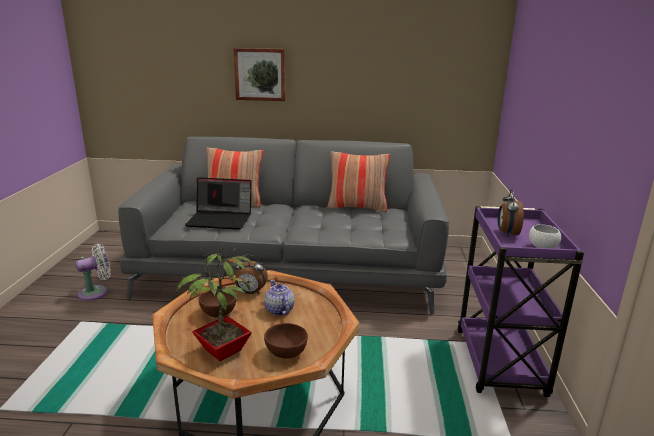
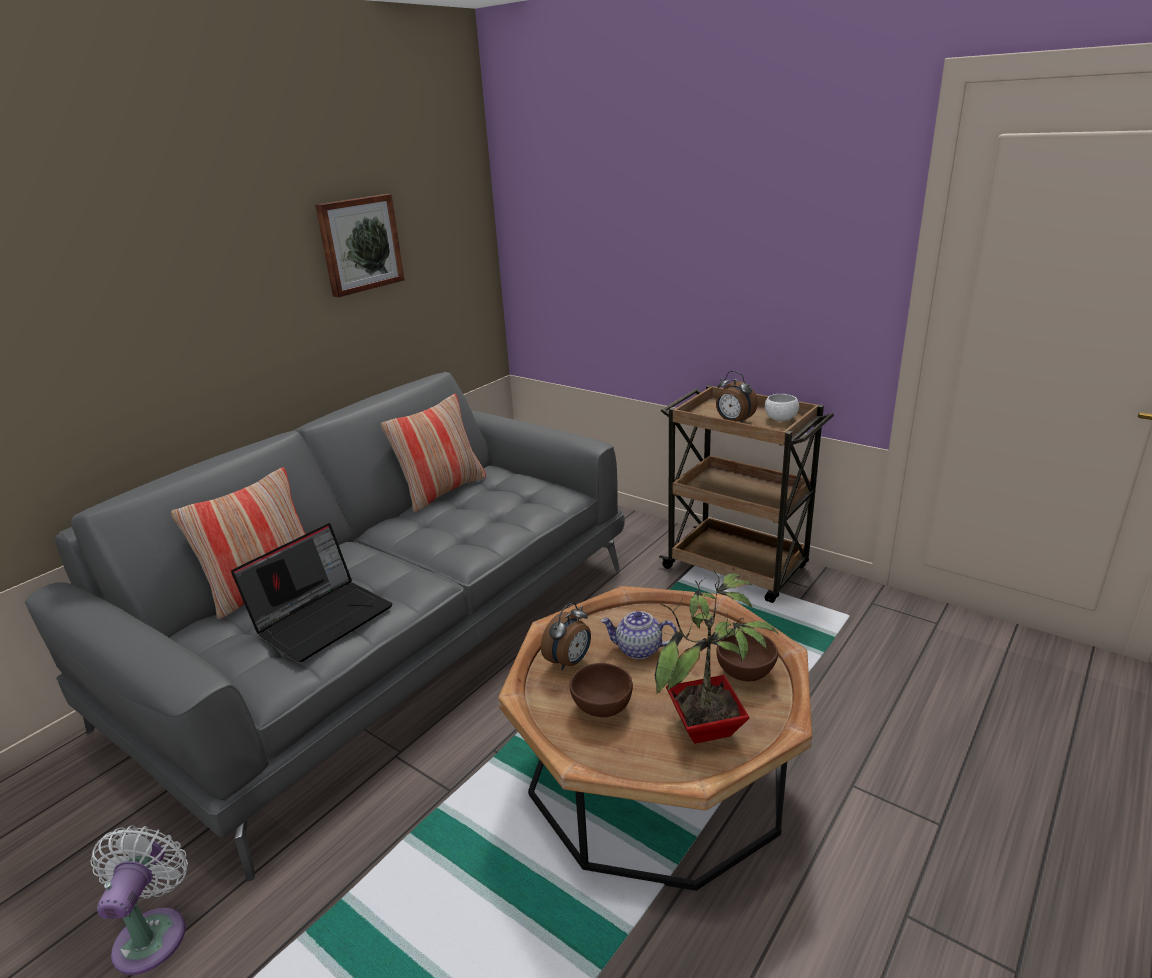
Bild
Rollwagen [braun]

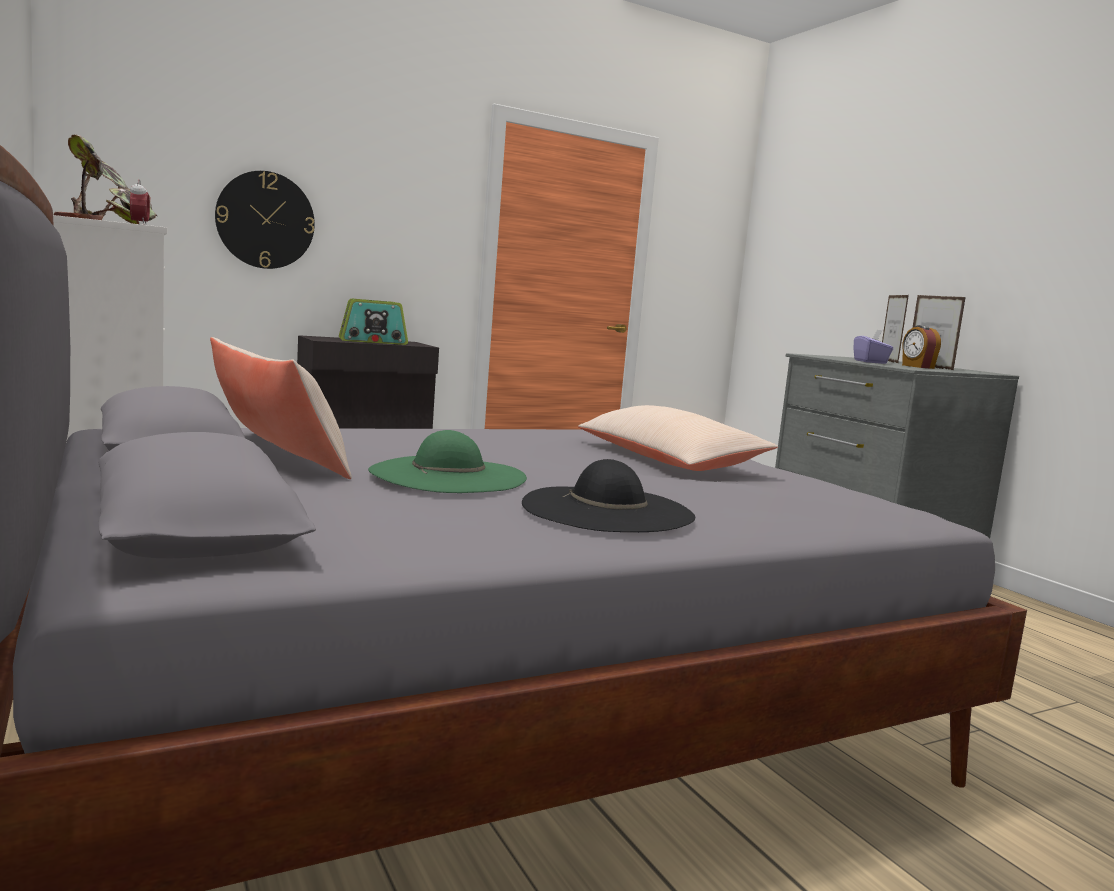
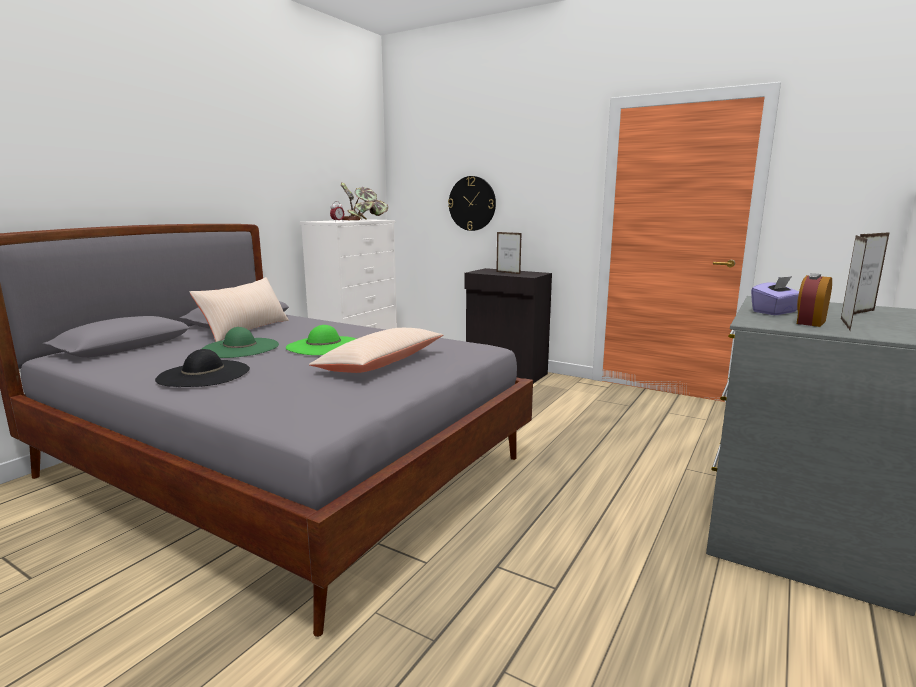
Bilderrahmen (no. 1 from left)
Hut [grün] (no. 2 from left)

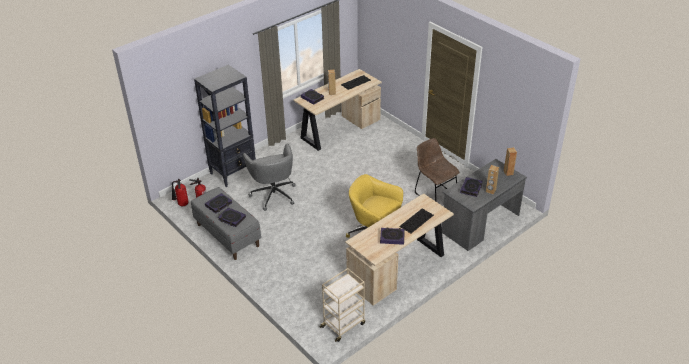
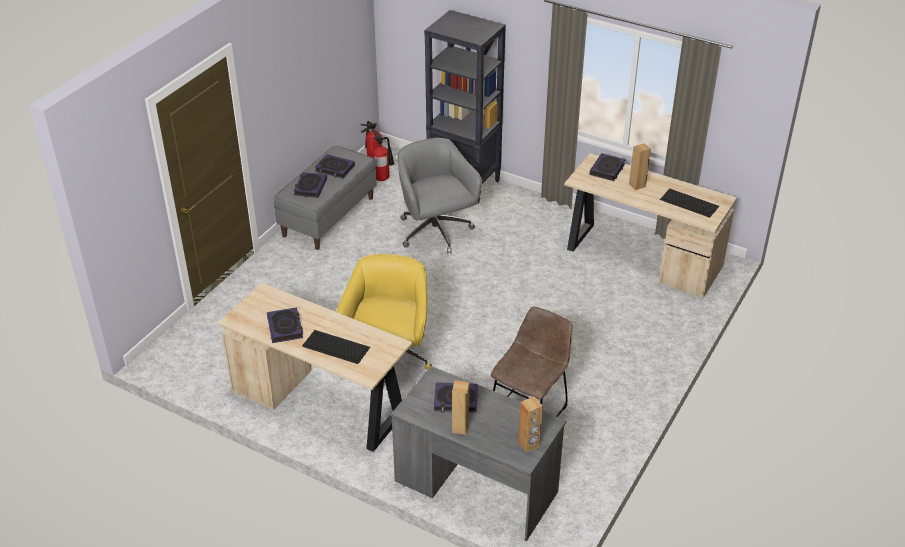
Bürostuhl [grau]
Rollwagen [beige]

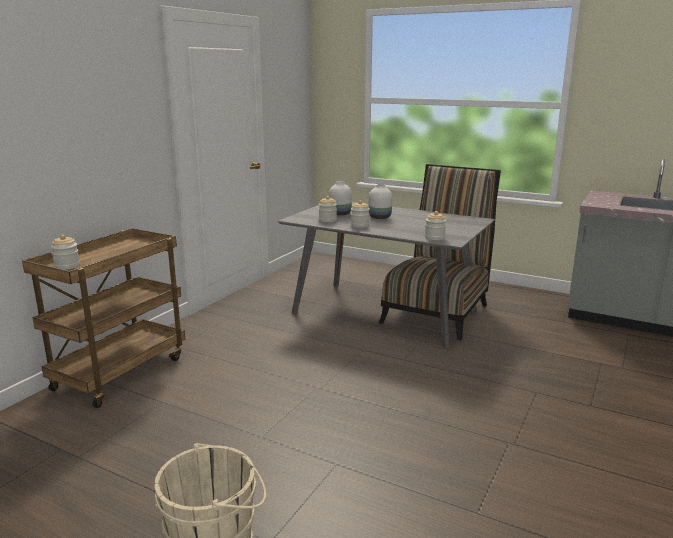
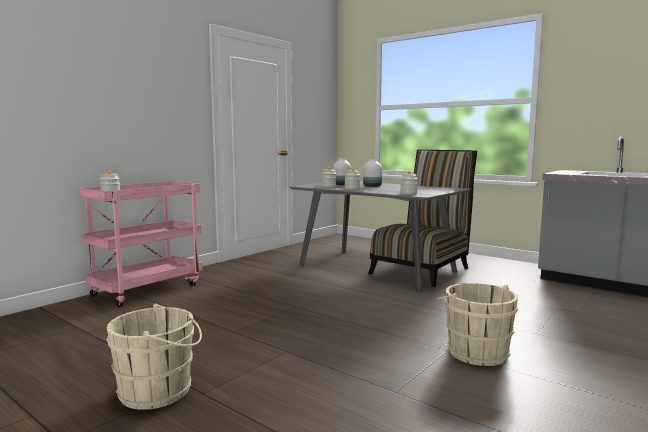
Rollwagen [rosa]
Eimer [beige] (no. 2 from left)

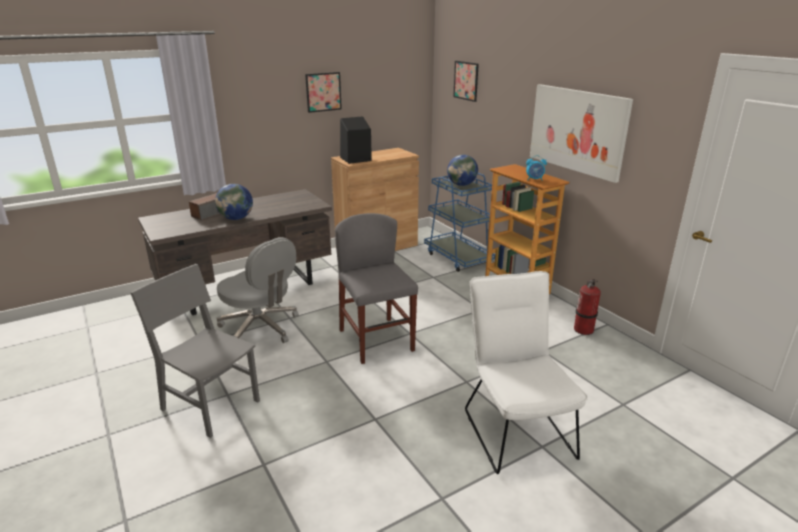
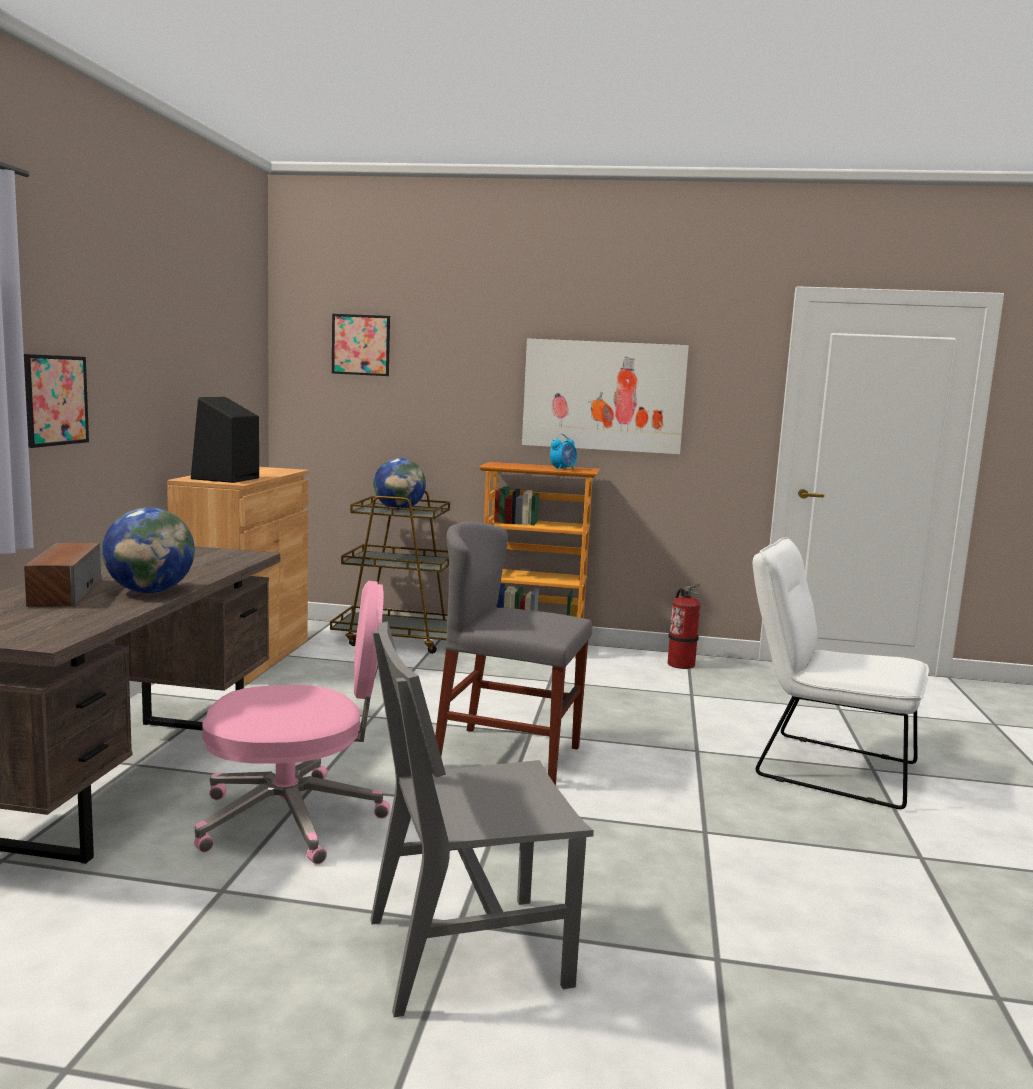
Bild (no. 1 from left)
Rollwagen [braun]
Bürostuhl [rosa]

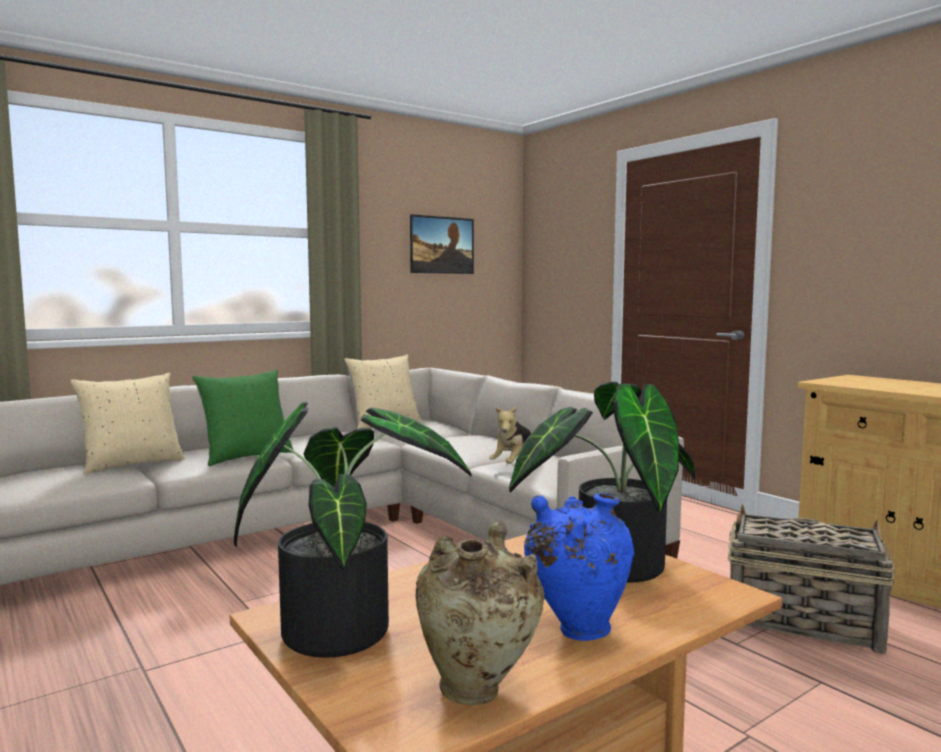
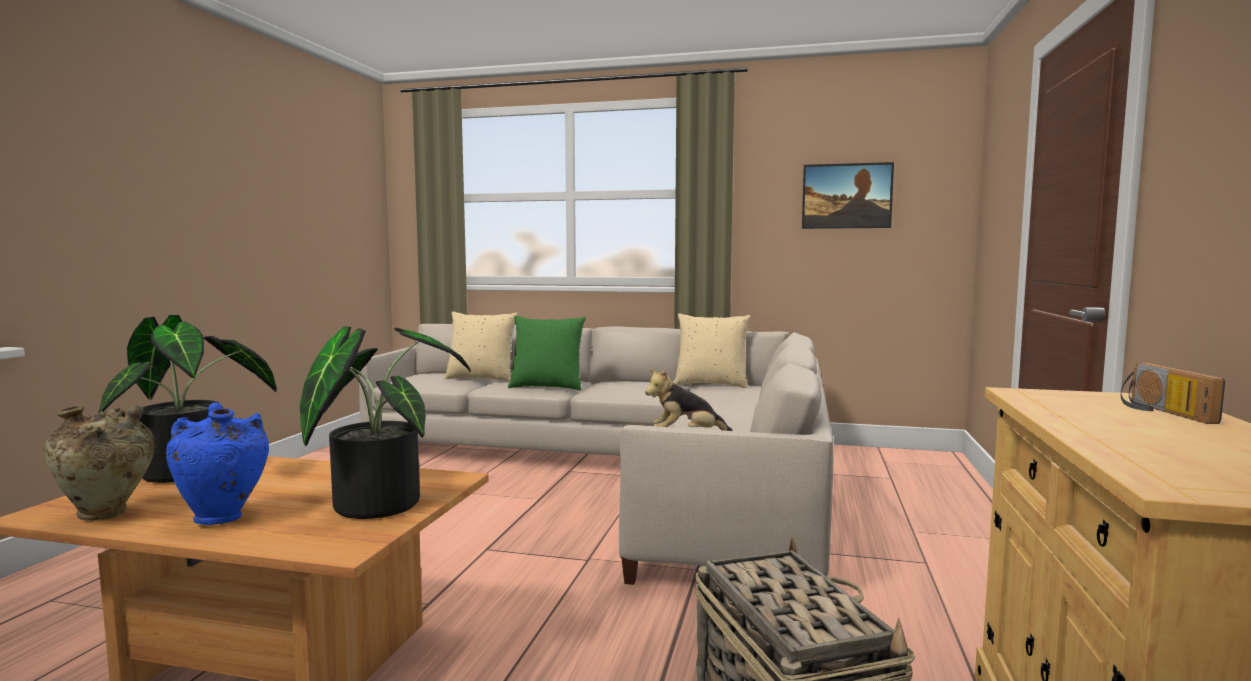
Radio

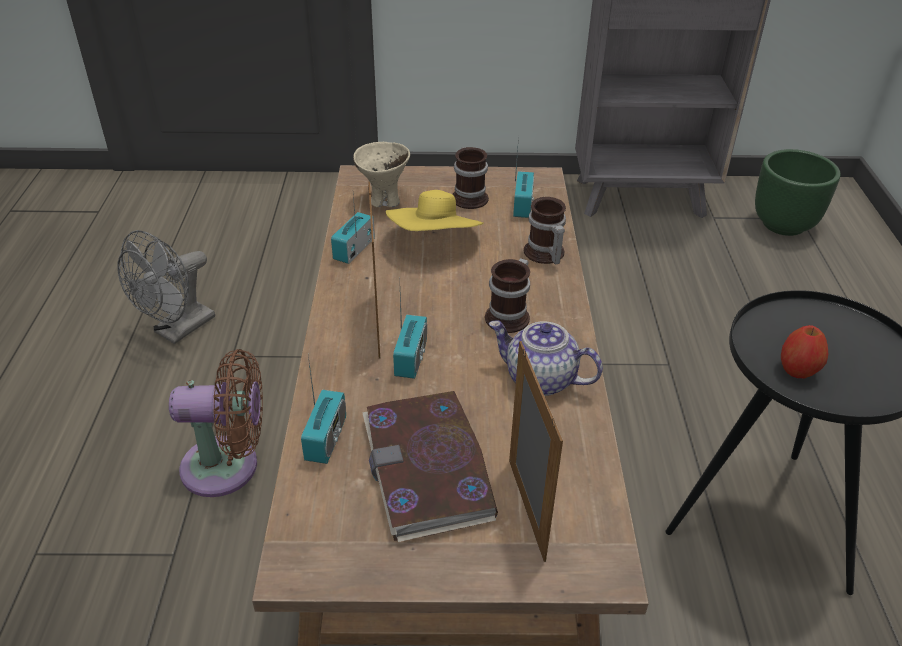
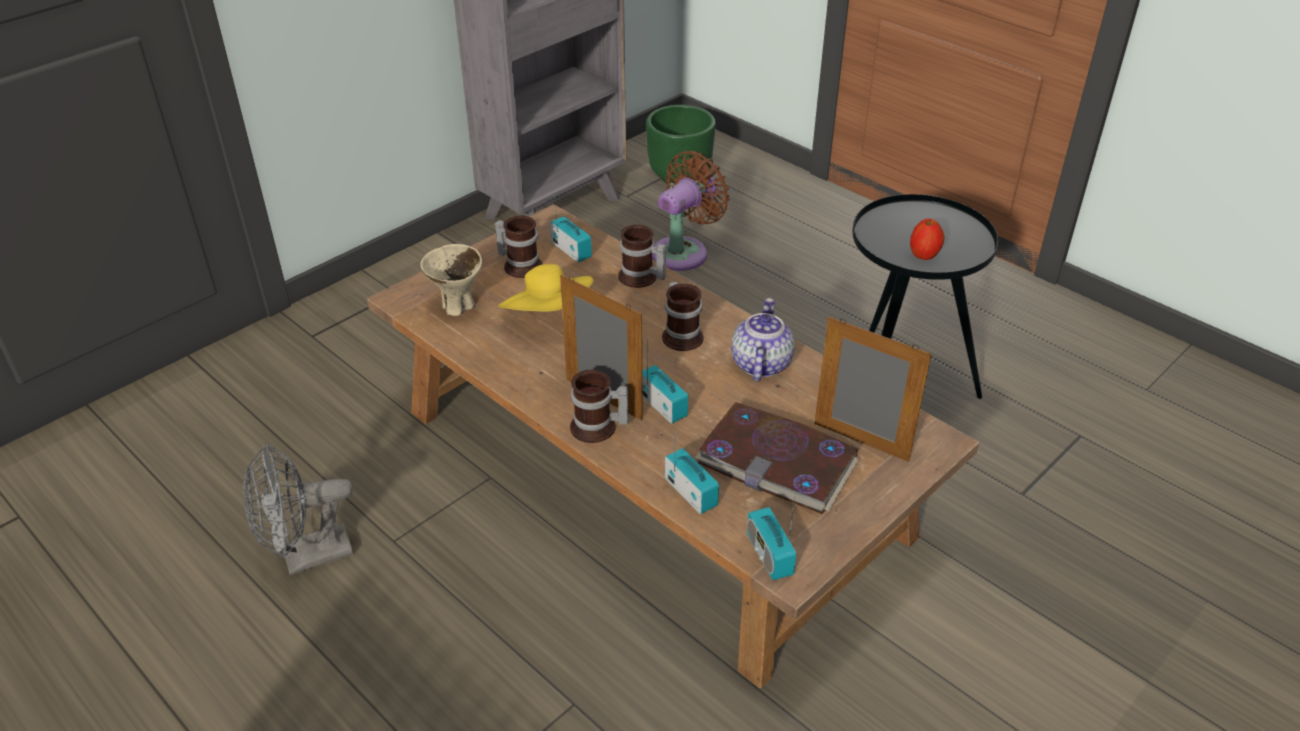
Radio (no. 4 from left)
Ventilator [grau]
Teekanne
Ventilator [braun]
Henkelbecher (no. 2 from left)

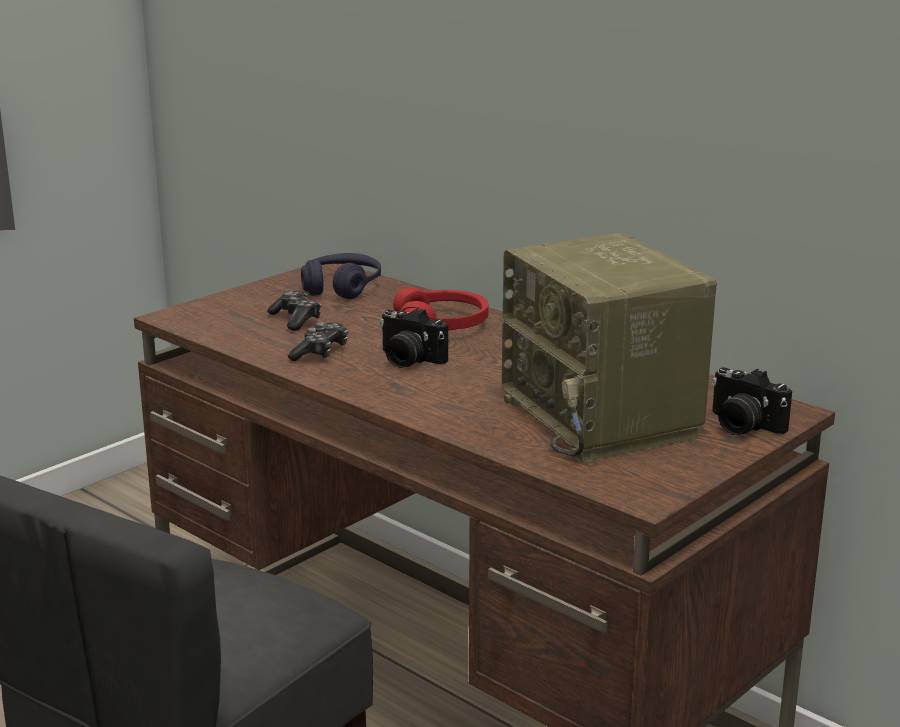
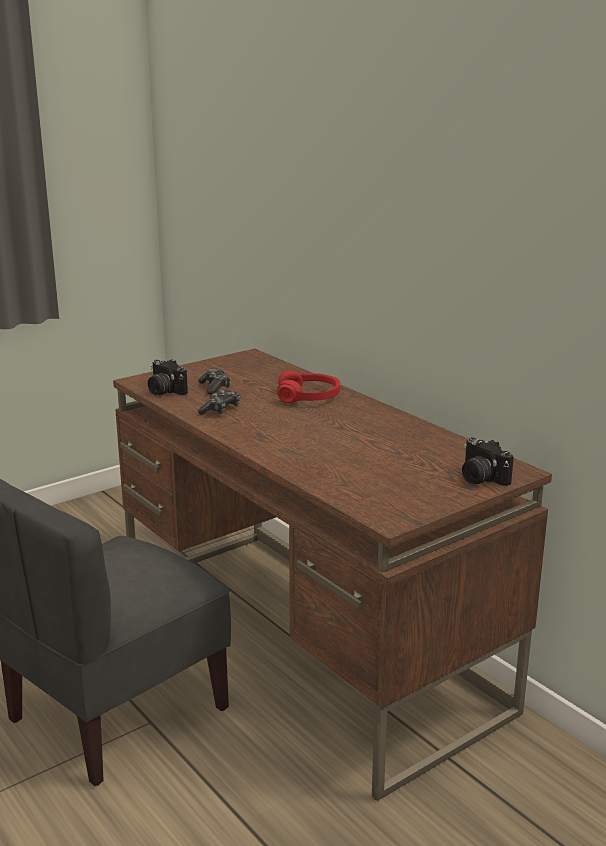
Radio
Kopfhörer [lila]
Kamera (no. 1 from left)

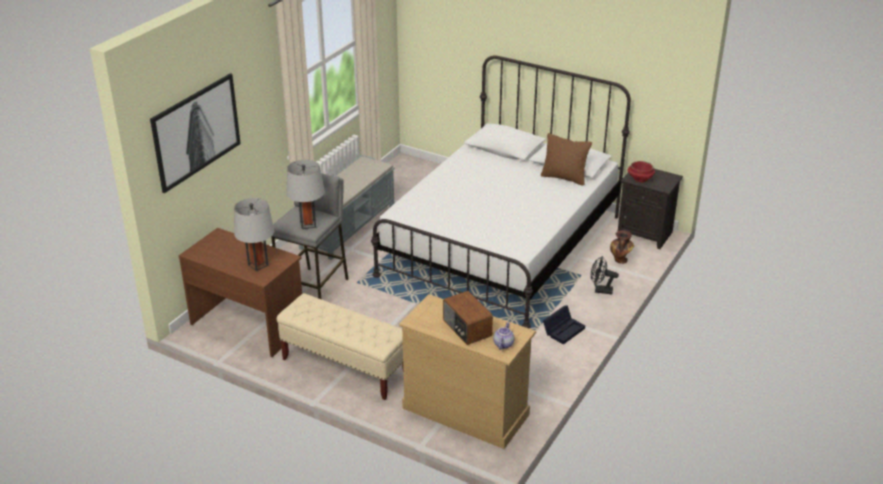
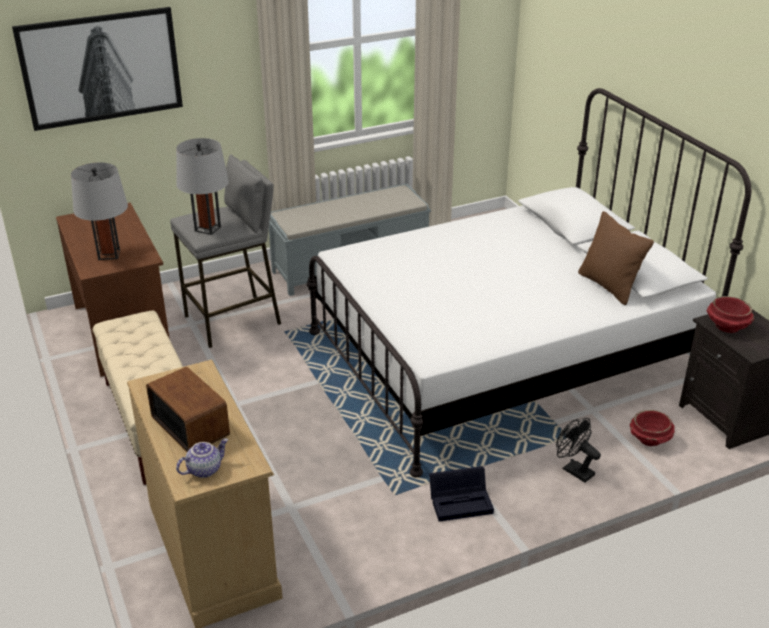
Schüssel [rot] (no. 1 from left)
Radio

